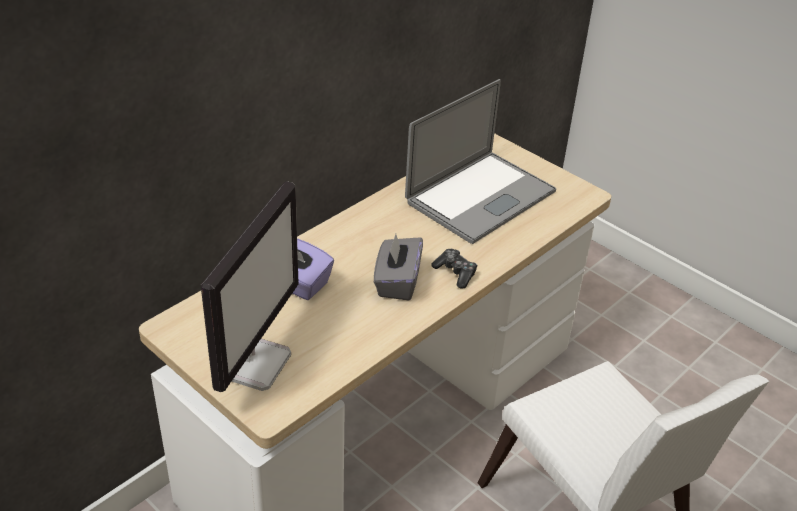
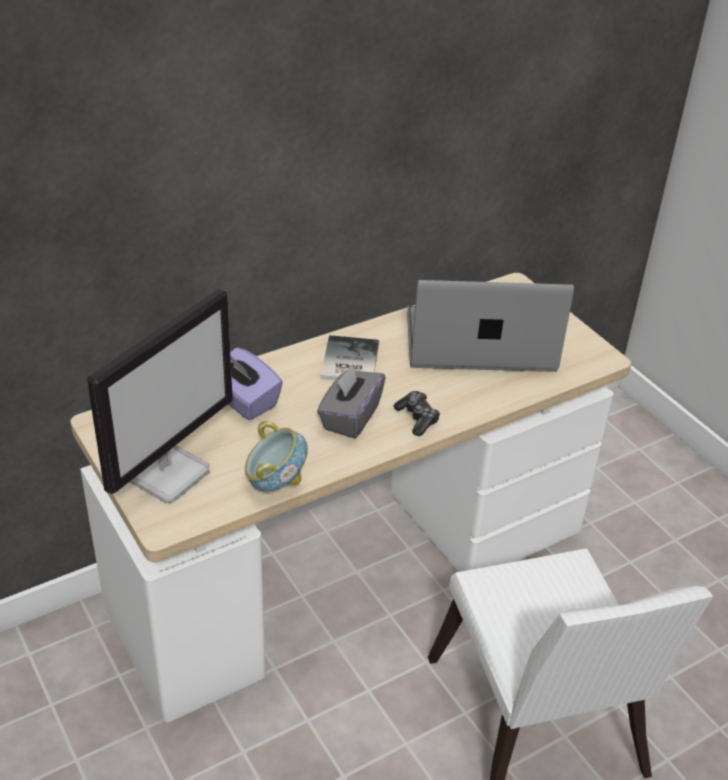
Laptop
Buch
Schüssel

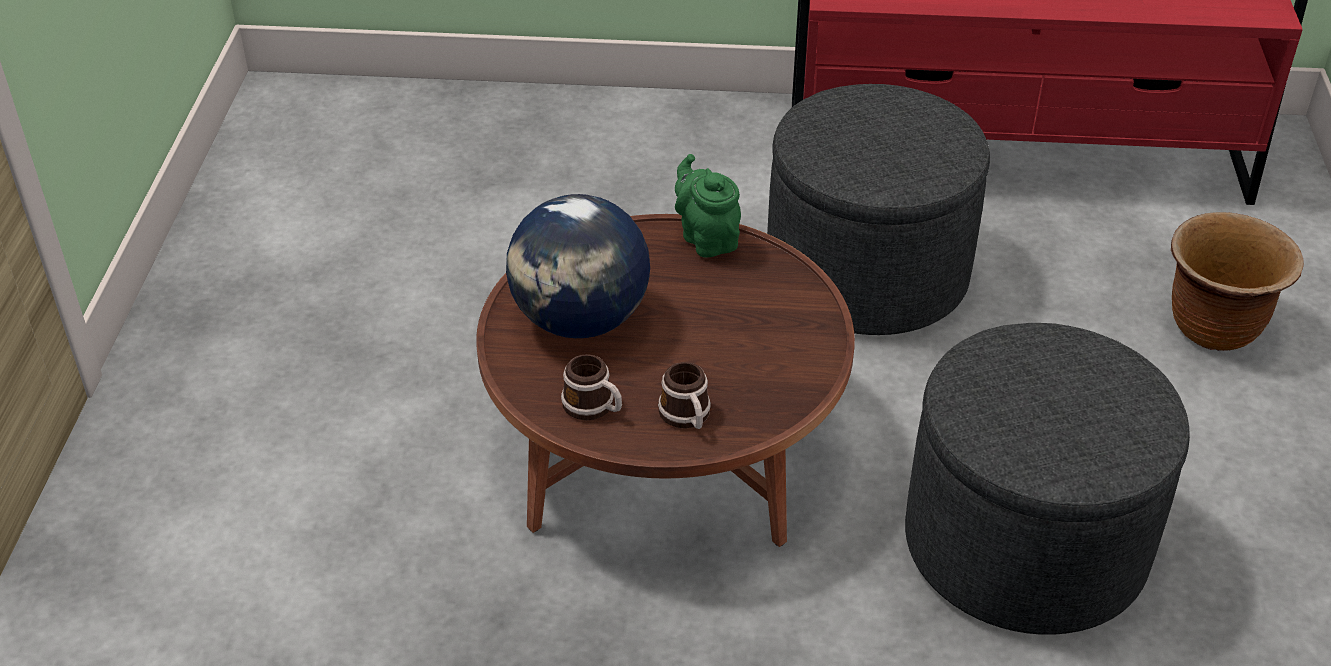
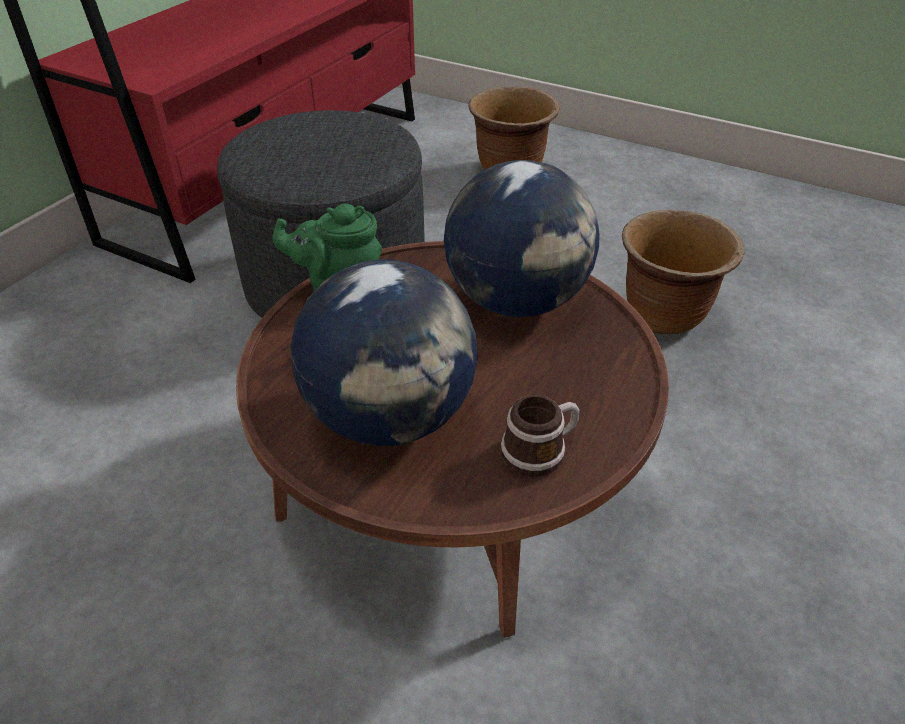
Pflanzkübel [braun] (no. 2 from left)
Henkelbecher (no. 2 from left in the first image)
Globus (no. 2 from left)

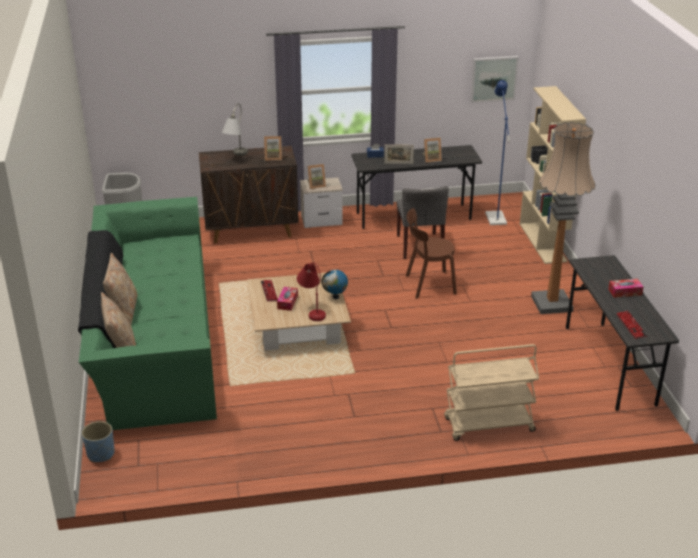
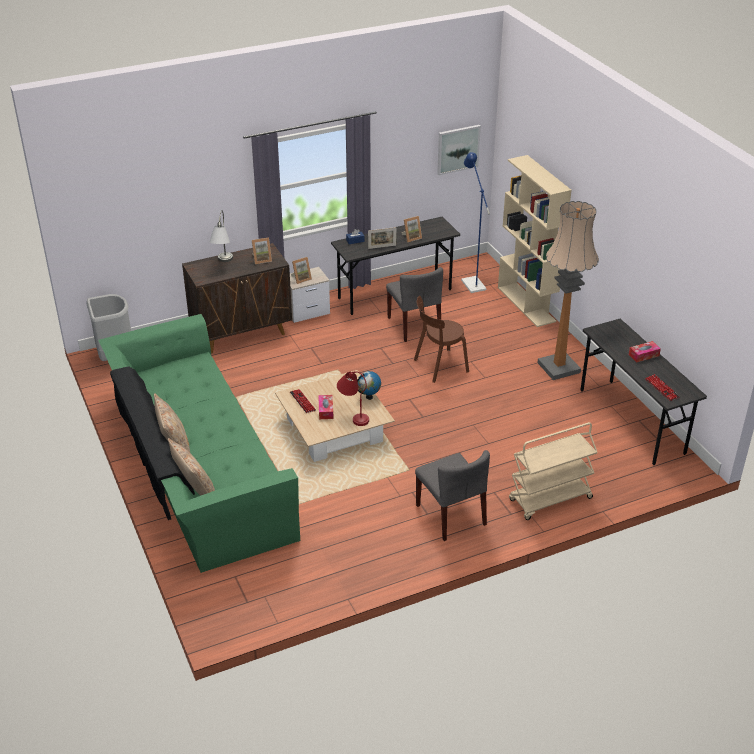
Pflanzkübel [blau]
Stuhl [grau] (no. 2 from left)

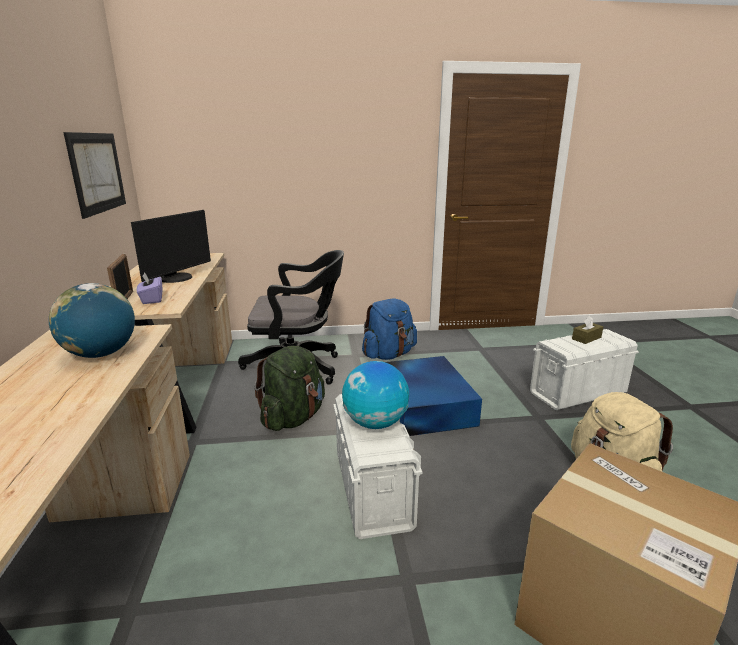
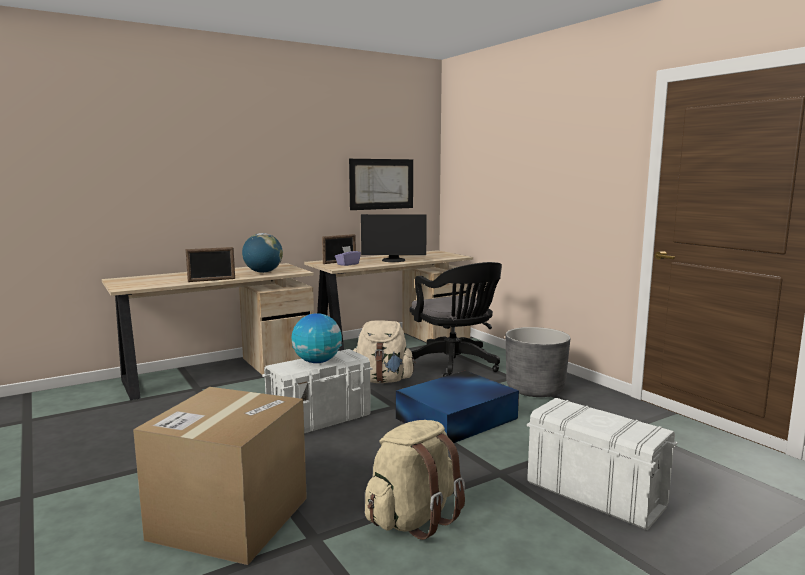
Pflanzkübel [grau]
Taschentuchbox [braun]
Rucksack [beige] (no. 1 from left)
Bilderrahmen (no. 1 from left)

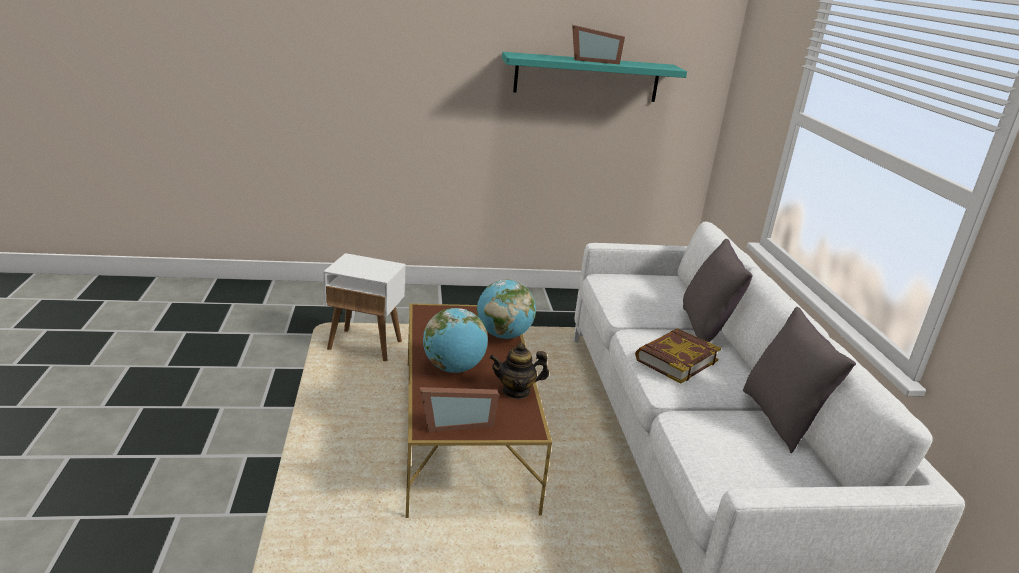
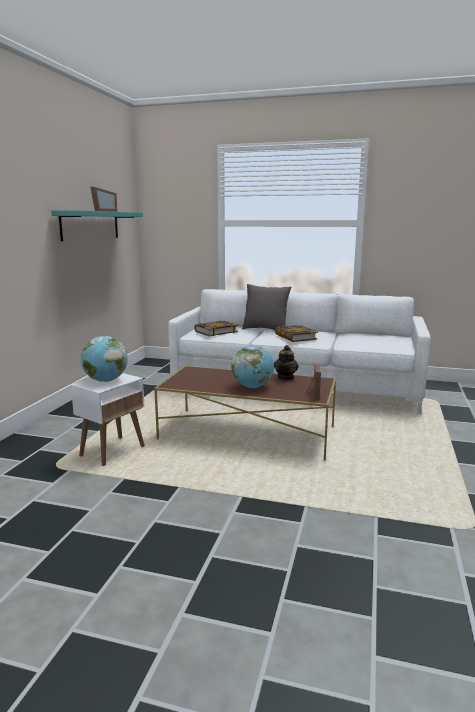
Globus (no. 1 from left)
Kissen [grau] (no. 2 from left in the first image)
Buch (no. 1 from left)

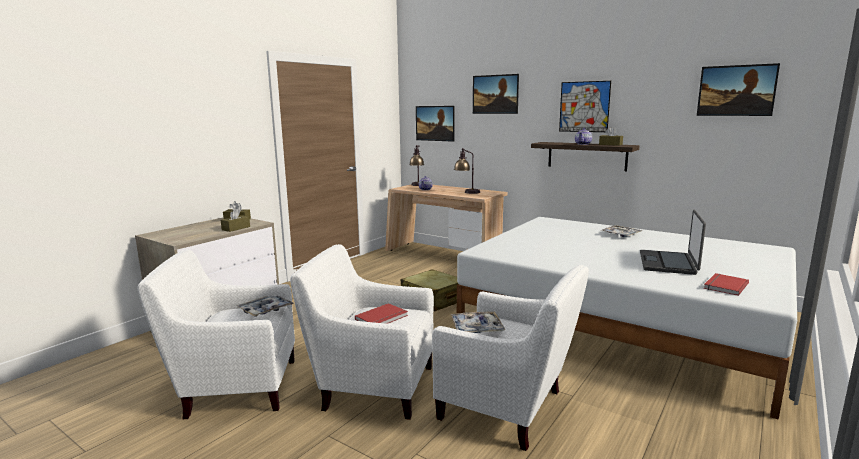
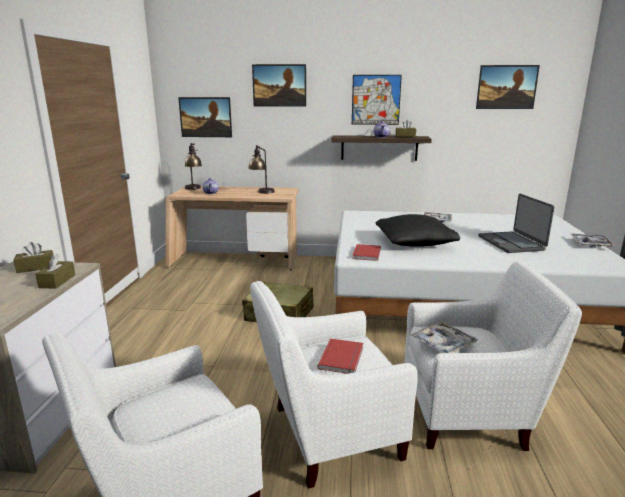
Buch [rot] (no. 2 from left)
Tablett (no. 3 from left)
Kissen [schwarz]

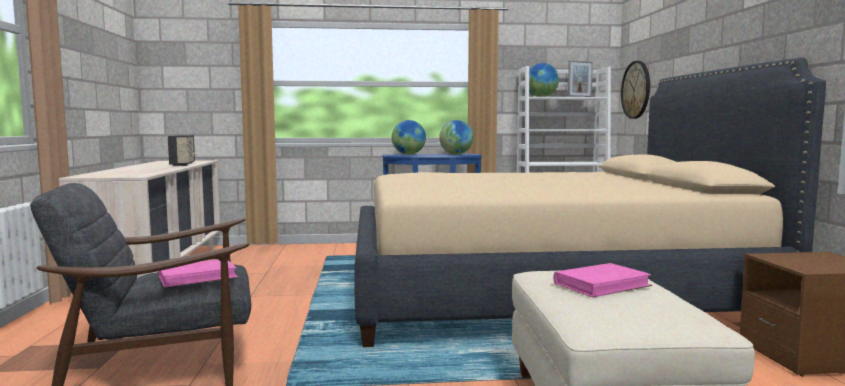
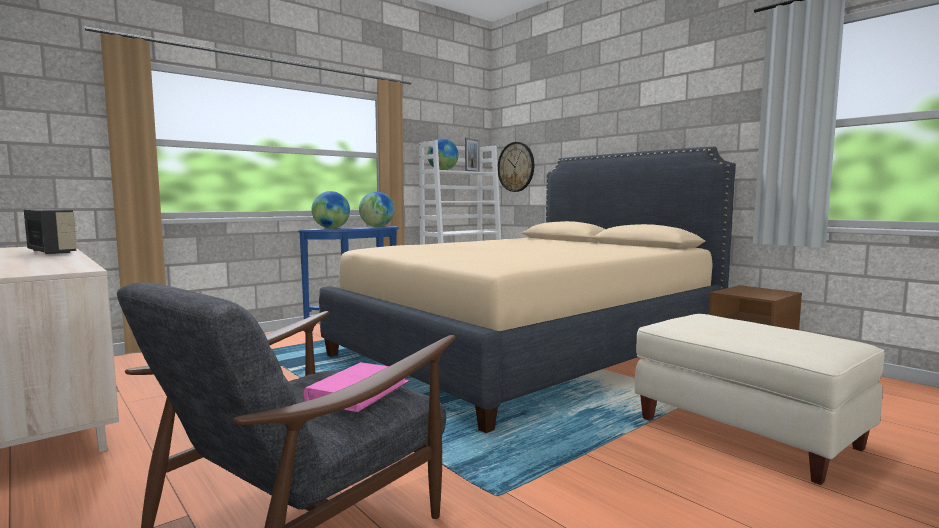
Buch [rosa] (no. 2 from left in the first image)

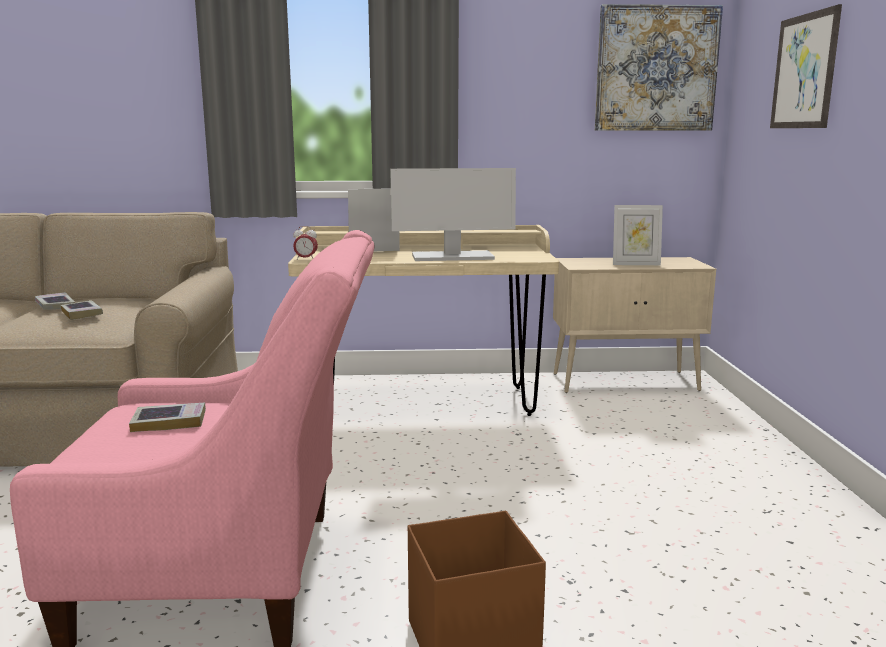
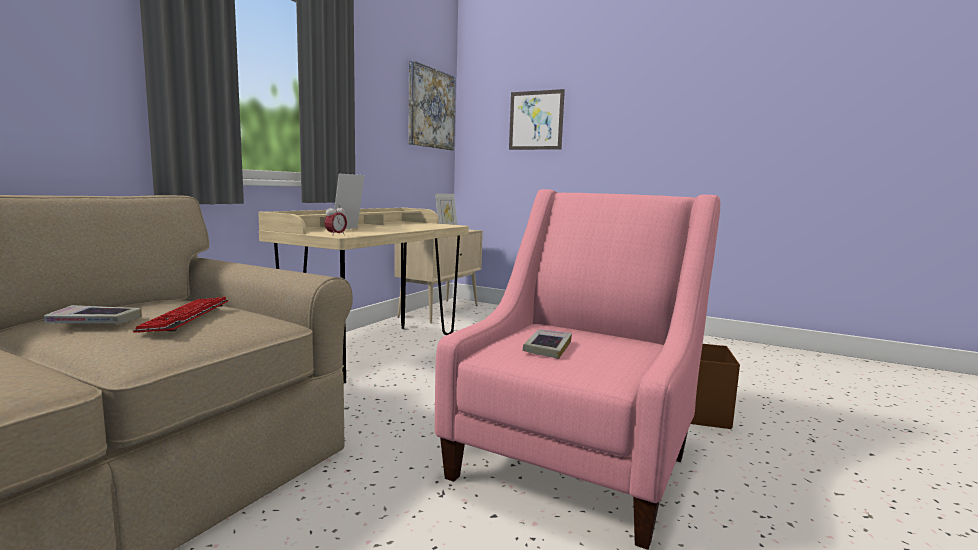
Monitor
Tastatur

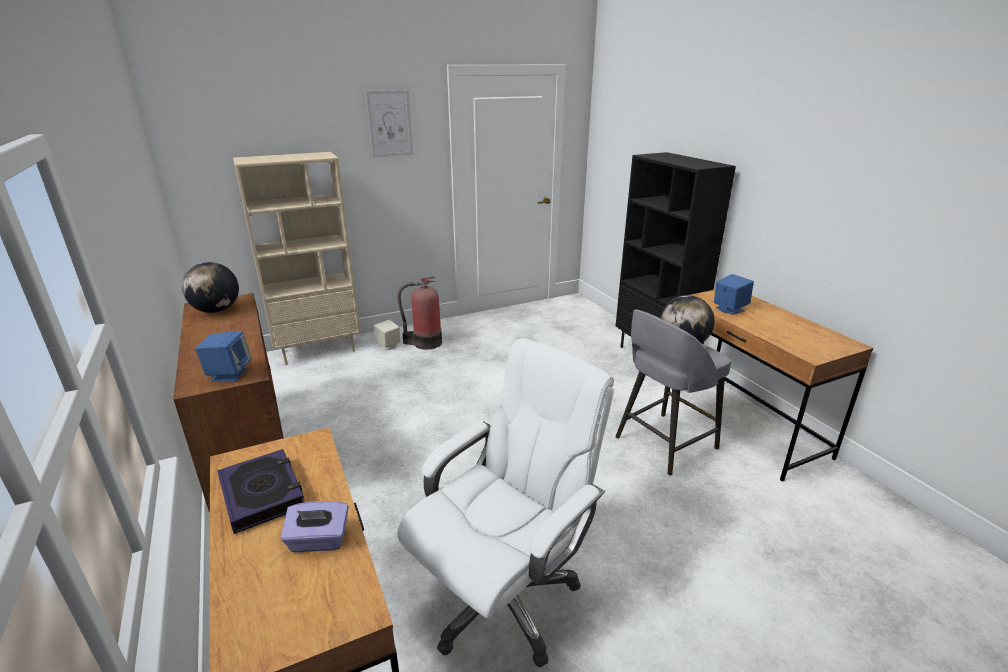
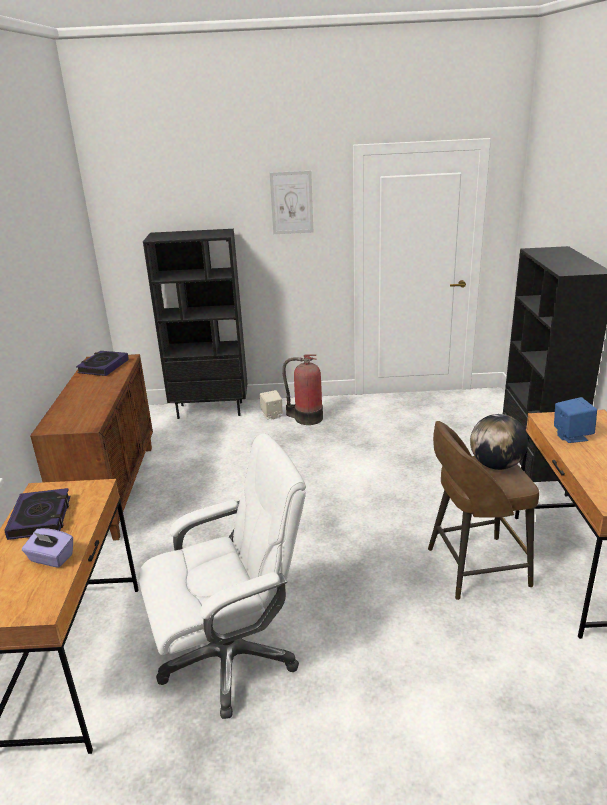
Bücherregal [schwarz] (no. 1 from left)
Buch (no. 2 from left)
Hocker [braun]
Lautsprecher [blau] (no. 1 from left in the first image)

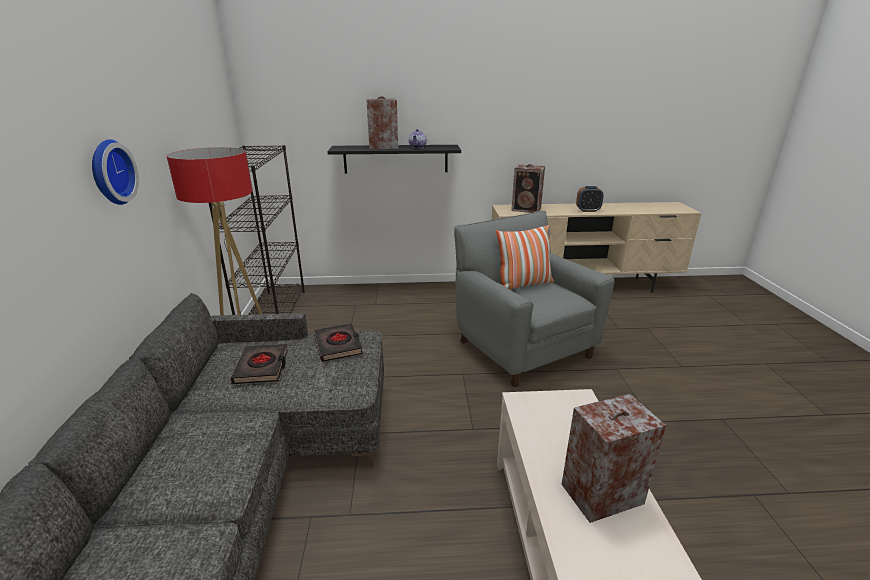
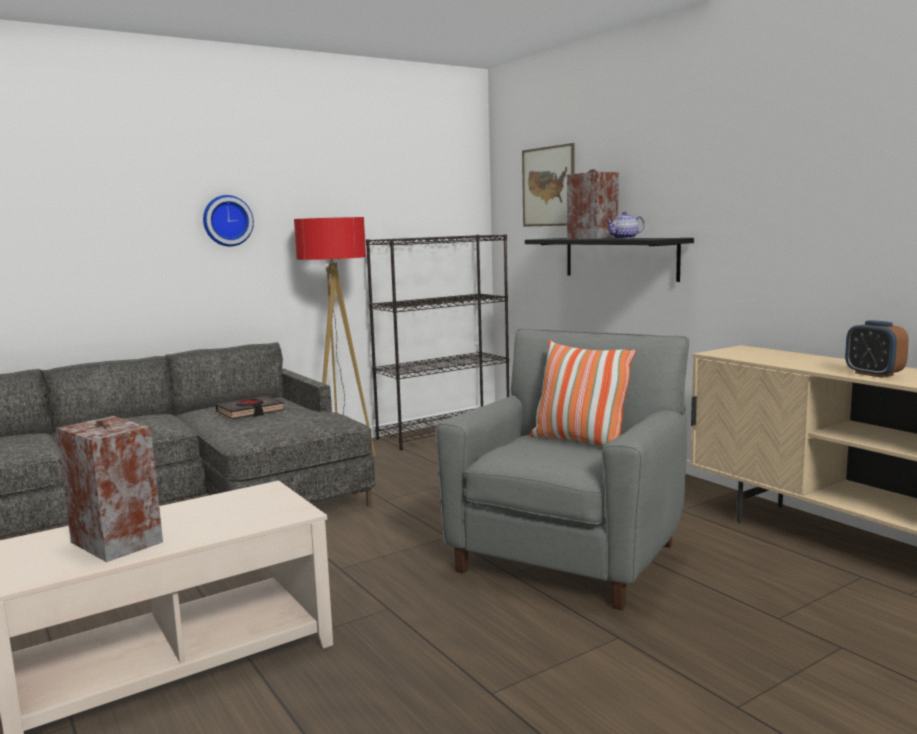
Lautsprecher (no. 2 from left in the first image)
Buch [schwarz] (no. 2 from left in the first image)
Bild

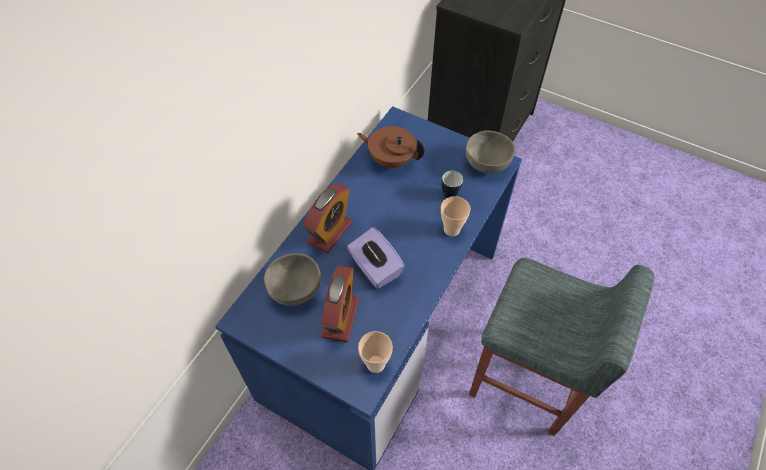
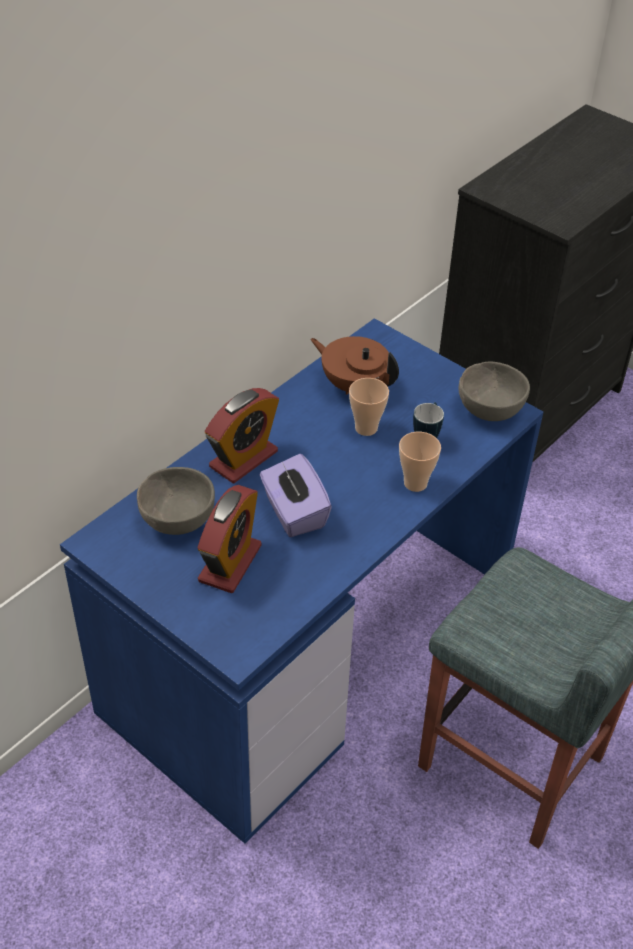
Tasse (no. 1 from left)

